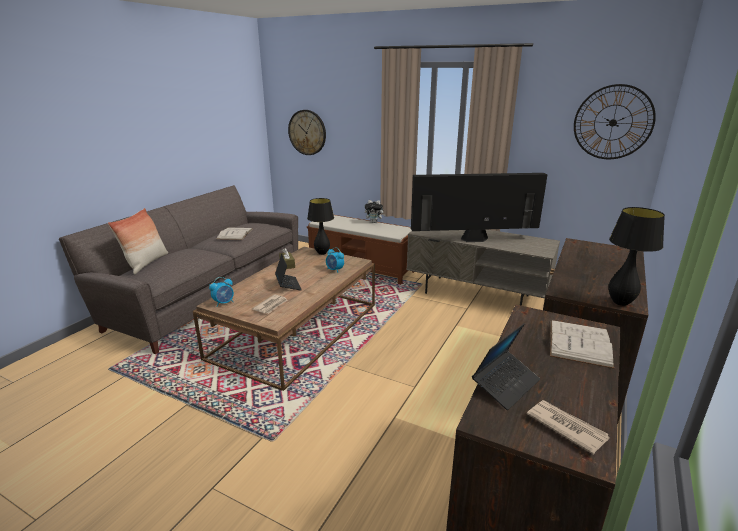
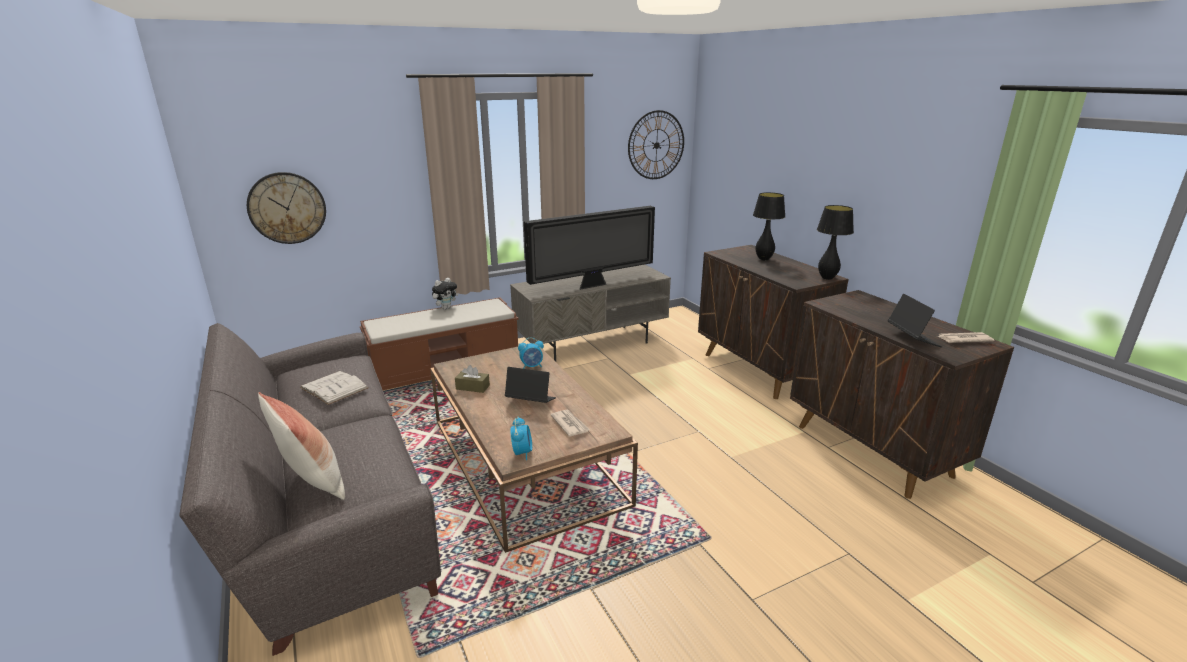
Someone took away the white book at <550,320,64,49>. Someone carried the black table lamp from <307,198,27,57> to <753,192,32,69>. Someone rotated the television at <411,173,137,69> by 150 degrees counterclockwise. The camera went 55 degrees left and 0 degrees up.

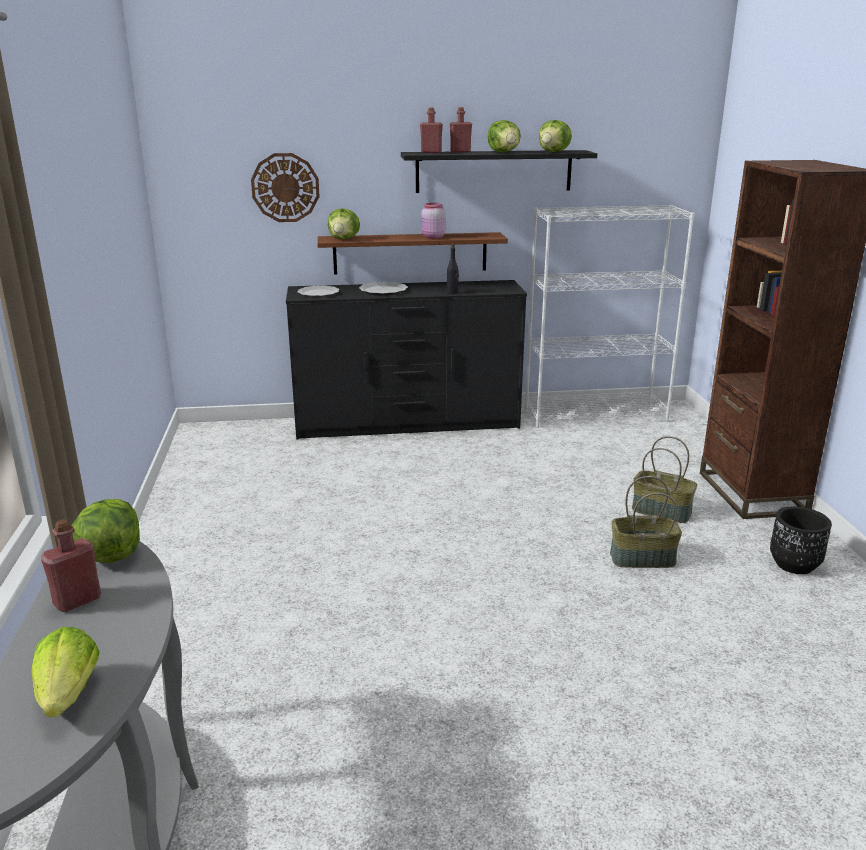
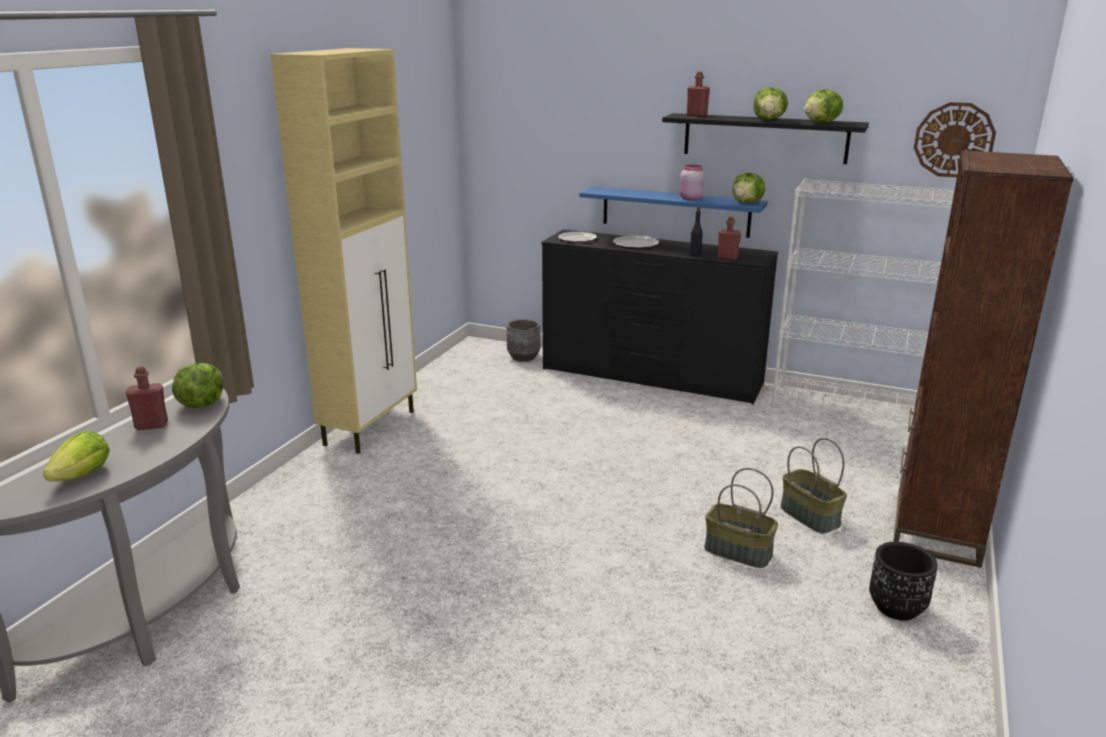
Someone put down the beige cabinet at <270,48,147,406>. Someone put down the grey planter at <507,319,33,43>. Someone carried the wall clock from <251,153,69,69> to <914,102,82,76>. Someone carried the lettuce from <328,208,32,31> to <733,173,32,30>. Someone carried the red bottle from <450,107,22,46> to <718,217,23,43>. Someone repainted the brown shelf at <317,232,191,43>, which became the blue shelf at <579,186,189,52>. The camera went 30 degrees right and 0 degrees up.

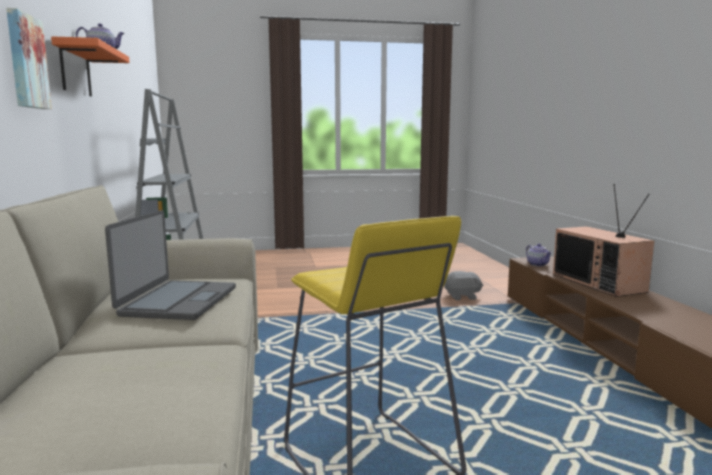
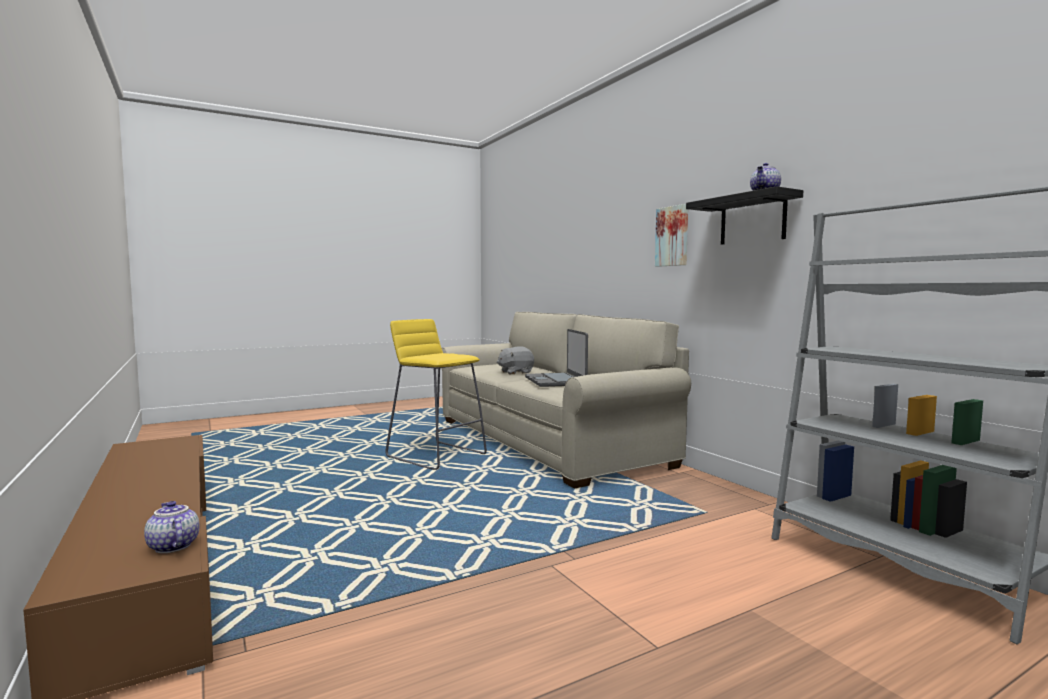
Someone took away the television at <553,184,101,113>. Someone carried the grey plush toy from <444,271,39,29> to <497,347,37,27>. Someone repainted the orange shelf at <51,37,79,59>, which became the black shelf at <686,186,117,59>. The camera went 160 degrees right and 5 degrees down.

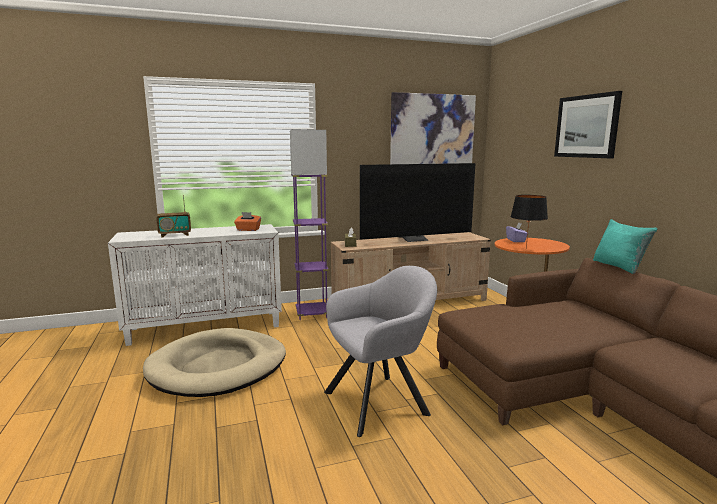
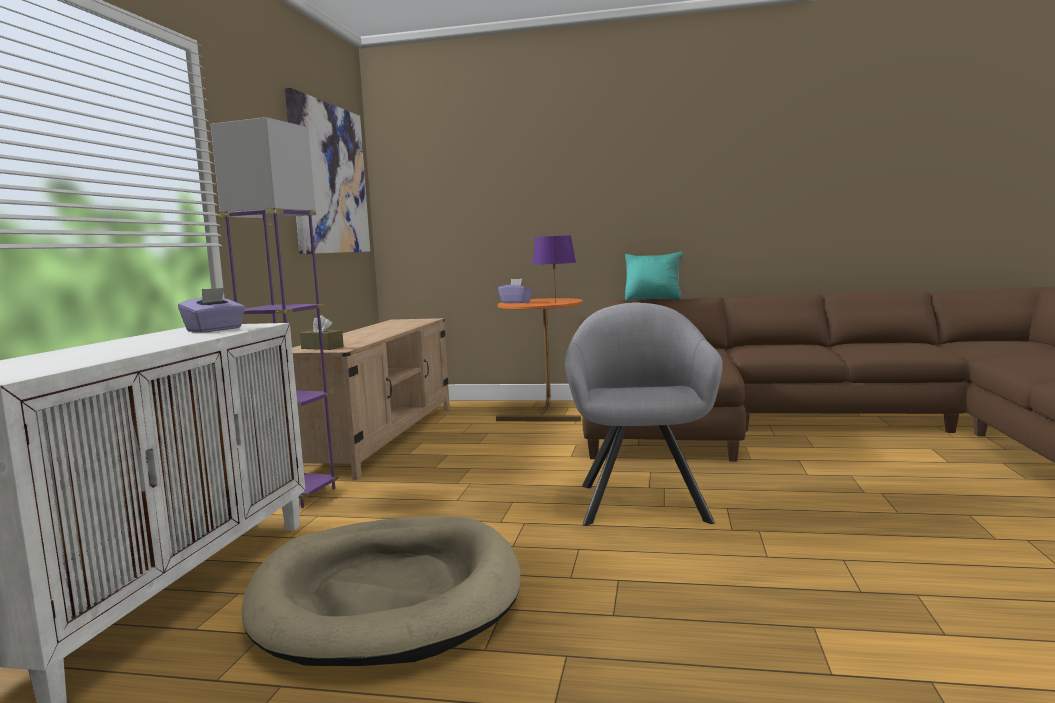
Someone took away the radio at <156,195,35,43>. Someone took away the television at <360,163,115,79>. Someone took away the picture at <554,91,68,67>. Someone repainted the orange tissue box at <234,212,27,19>, which became the purple tissue box at <178,287,67,45>. Someone repainted the black table lamp at <511,195,37,54>, which became the purple table lamp at <532,235,44,68>. The camera went 60 degrees left and 5 degrees down.

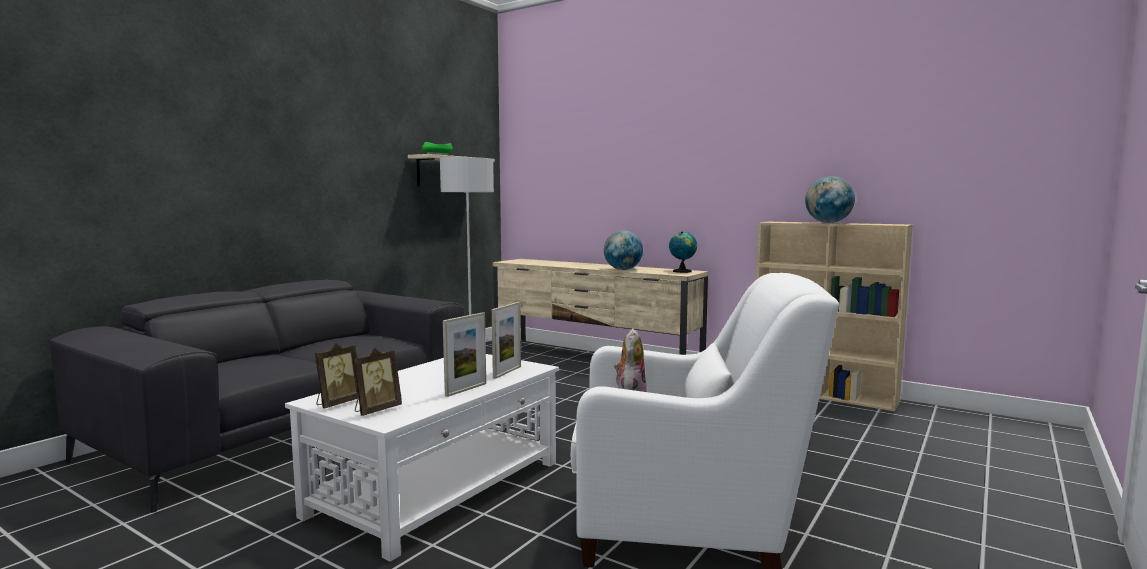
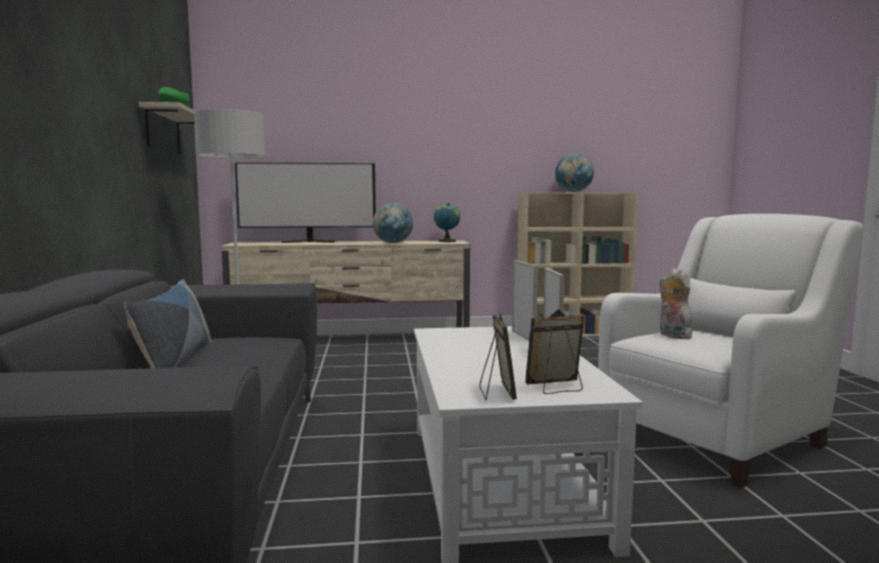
Someone put down the pillow at <124,279,88,89>. Someone put down the television at <235,162,141,81>. Someone rotated the picture frame at <353,348,49,68> by 105 degrees counterclockwise. The camera went 40 degrees left and 0 degrees up.

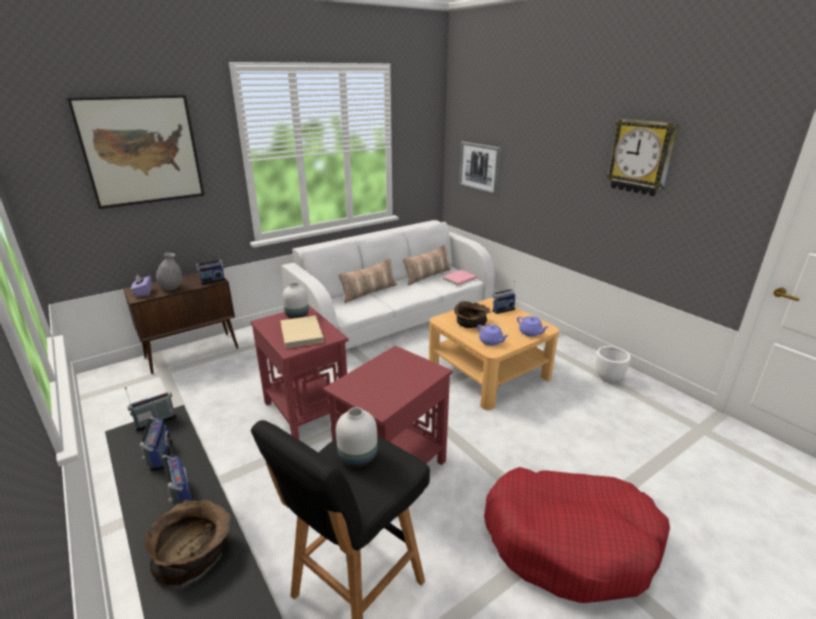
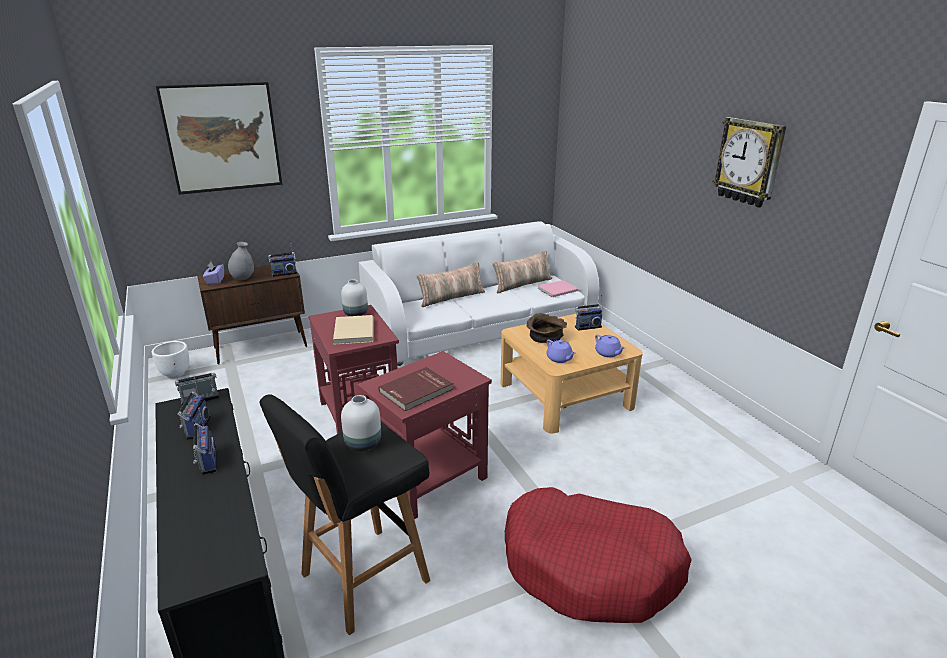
Someone took away the brown bowl at <144,499,87,86>. Someone took away the picture at <459,141,42,54>. Someone put down the red book at <378,367,75,44>. Someone carried the white planter from <595,346,36,37> to <152,341,37,37>. The camera went 10 degrees right and 0 degrees up.

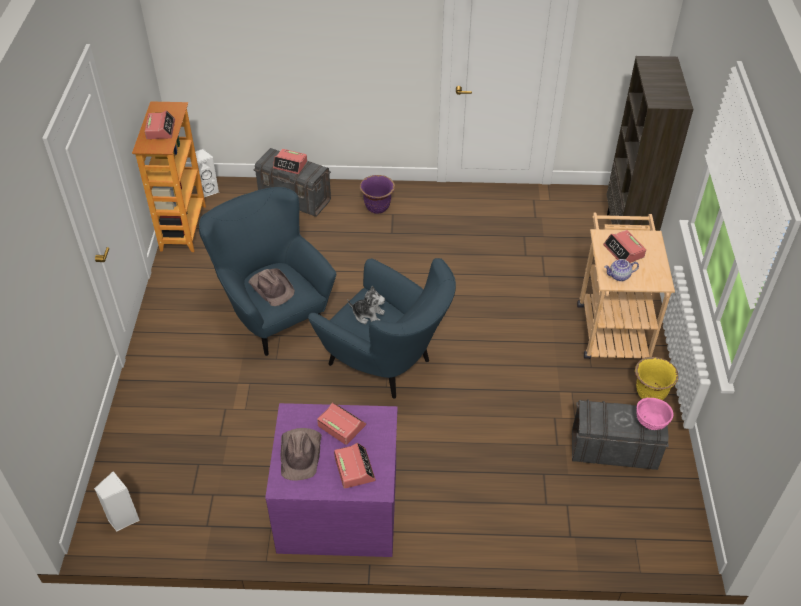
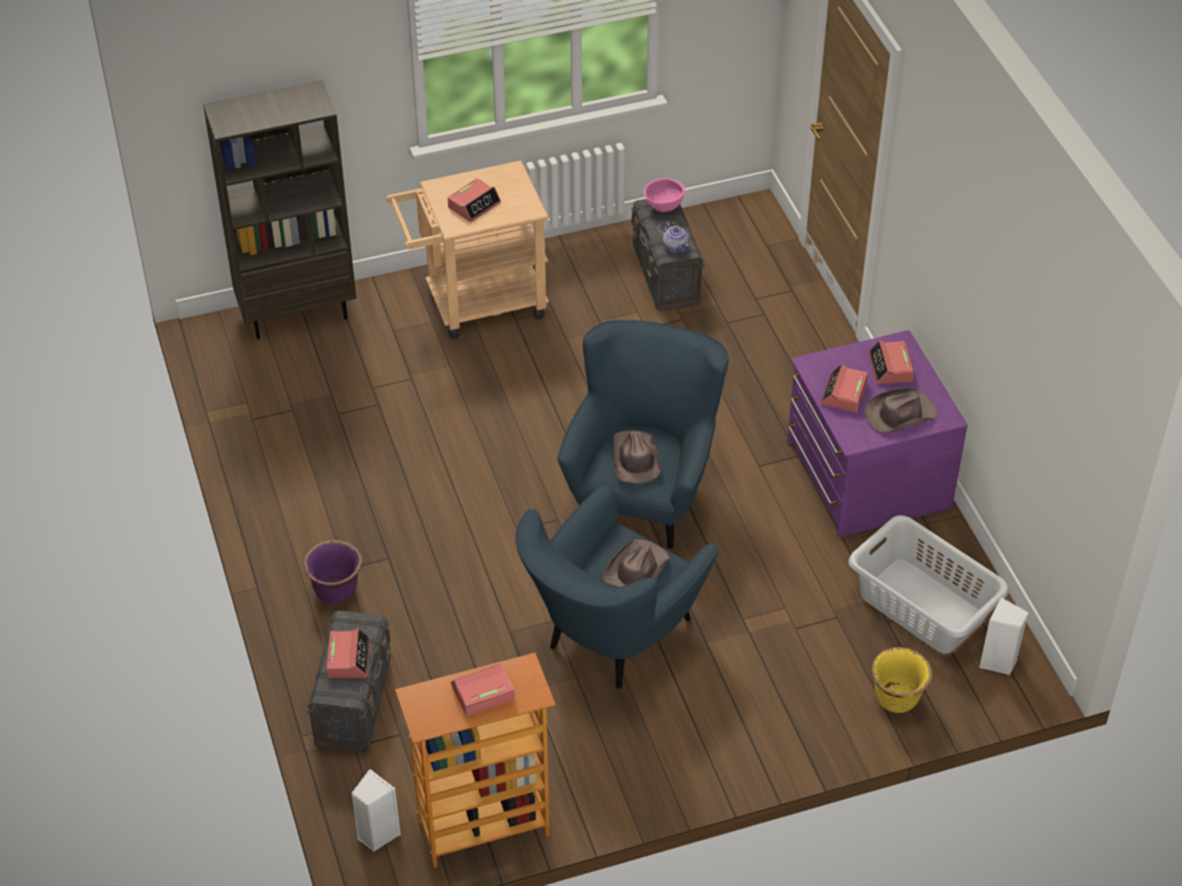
Someone put down the grey laundry basket at <848,515,161,139>. Someone carried the teapot from <605,259,34,22> to <663,222,26,31>. Someone carried the yellow planter from <635,357,43,43> to <872,647,60,66>. Someone swapped the plush toy at <347,286,38,38> for the brown hat at <613,430,48,53>. Someone rotated the alarm clock at <334,443,42,46> by 60 degrees counterclockwise. The camera went 110 degrees left and 0 degrees up.

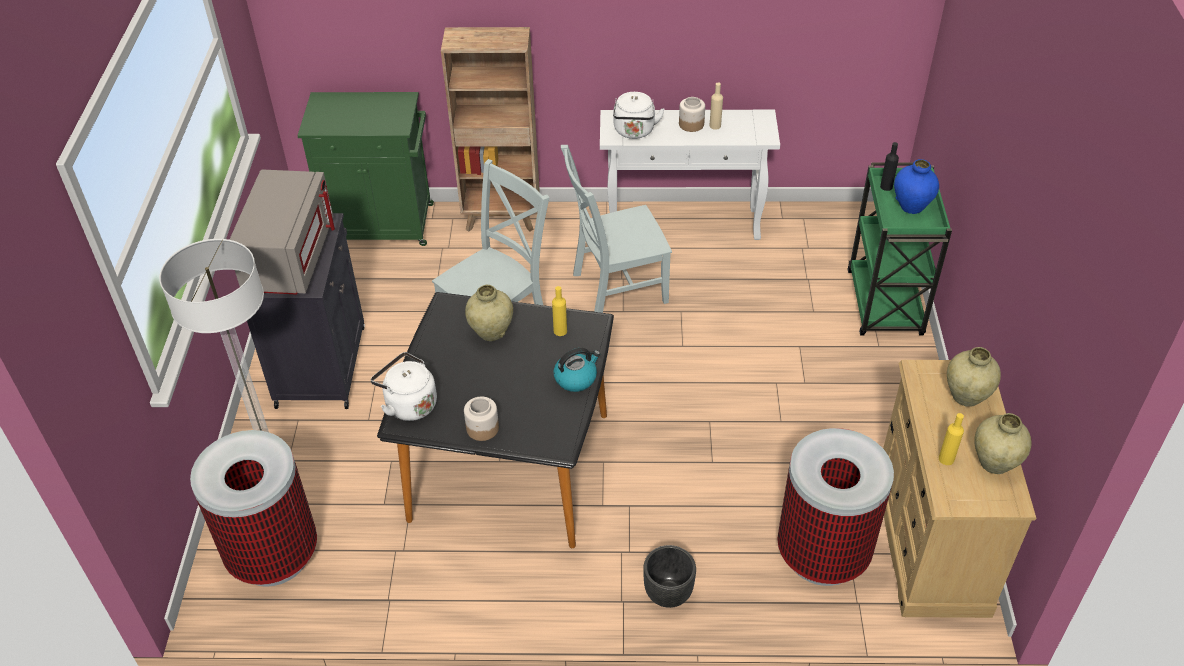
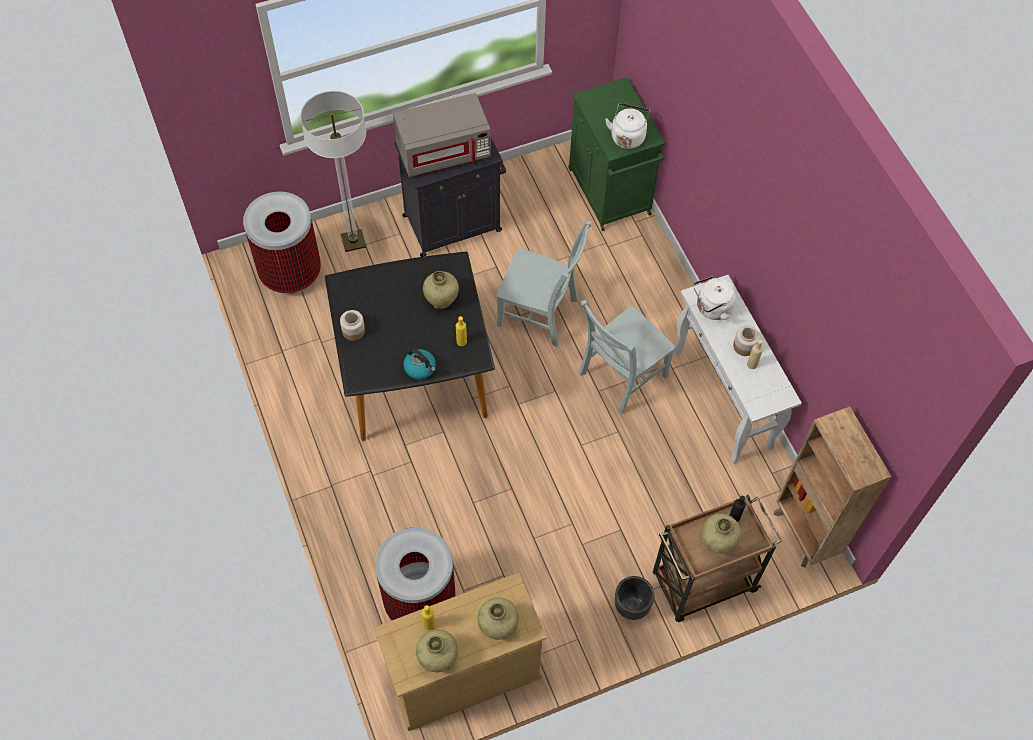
Someone carried the white kettle from <371,352,66,69> to <605,103,46,46>. Someone carried the brown bookcase from <441,27,99,205> to <774,406,117,162>. Someone carried the black planter from <643,545,53,63> to <615,576,39,44>. Someone repainted the green cart at <847,162,105,174>, which became the brown cart at <653,495,129,127>. Someone repainted the blue vase at <894,159,45,55>, which became the beige vase at <701,514,40,40>. Someone rotated the grey chair at <561,145,111,168> by 90 degrees counterclockwise. The camera went 65 degrees right and 15 degrees up.

